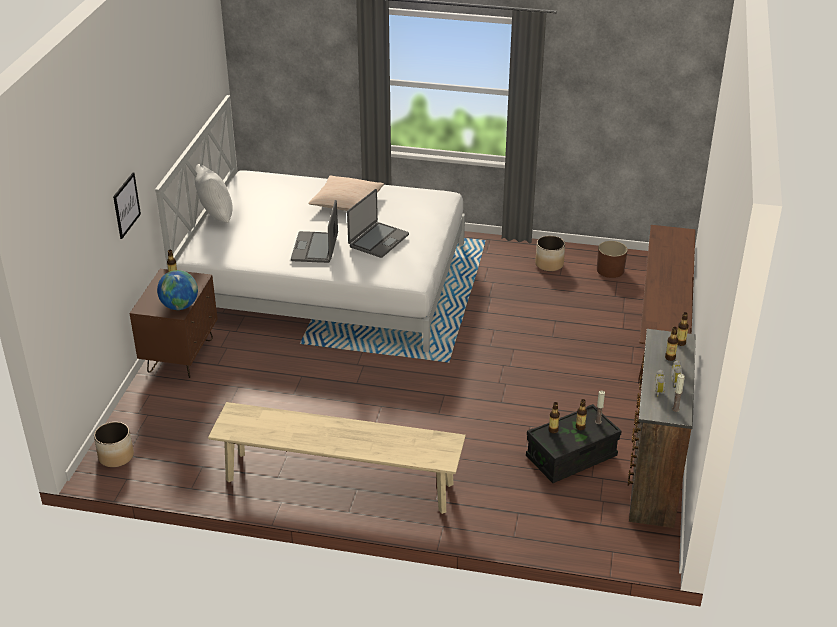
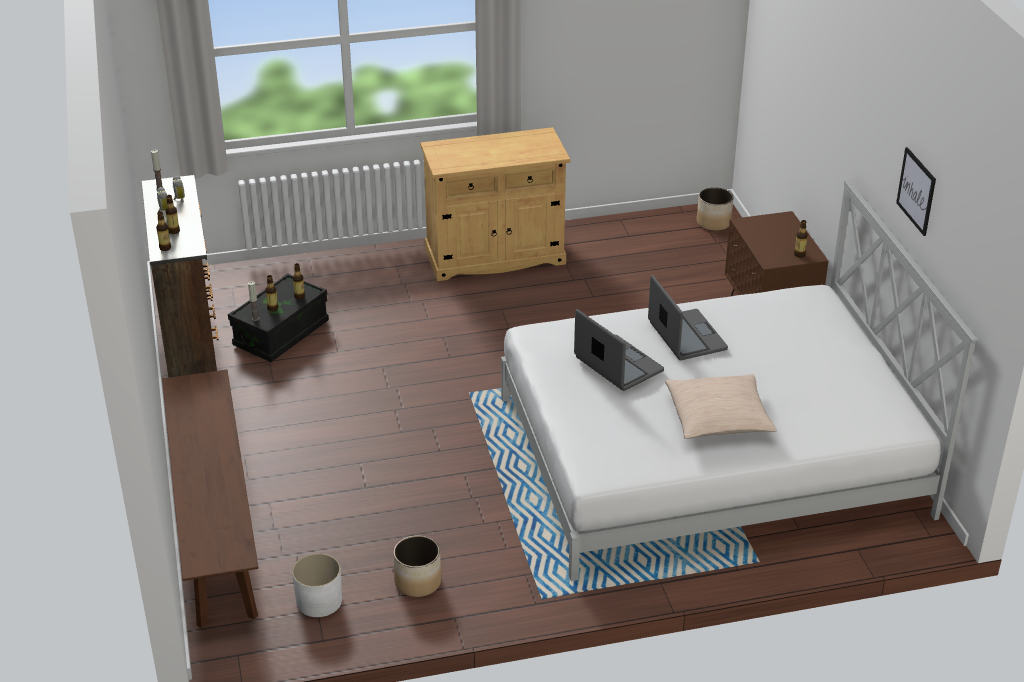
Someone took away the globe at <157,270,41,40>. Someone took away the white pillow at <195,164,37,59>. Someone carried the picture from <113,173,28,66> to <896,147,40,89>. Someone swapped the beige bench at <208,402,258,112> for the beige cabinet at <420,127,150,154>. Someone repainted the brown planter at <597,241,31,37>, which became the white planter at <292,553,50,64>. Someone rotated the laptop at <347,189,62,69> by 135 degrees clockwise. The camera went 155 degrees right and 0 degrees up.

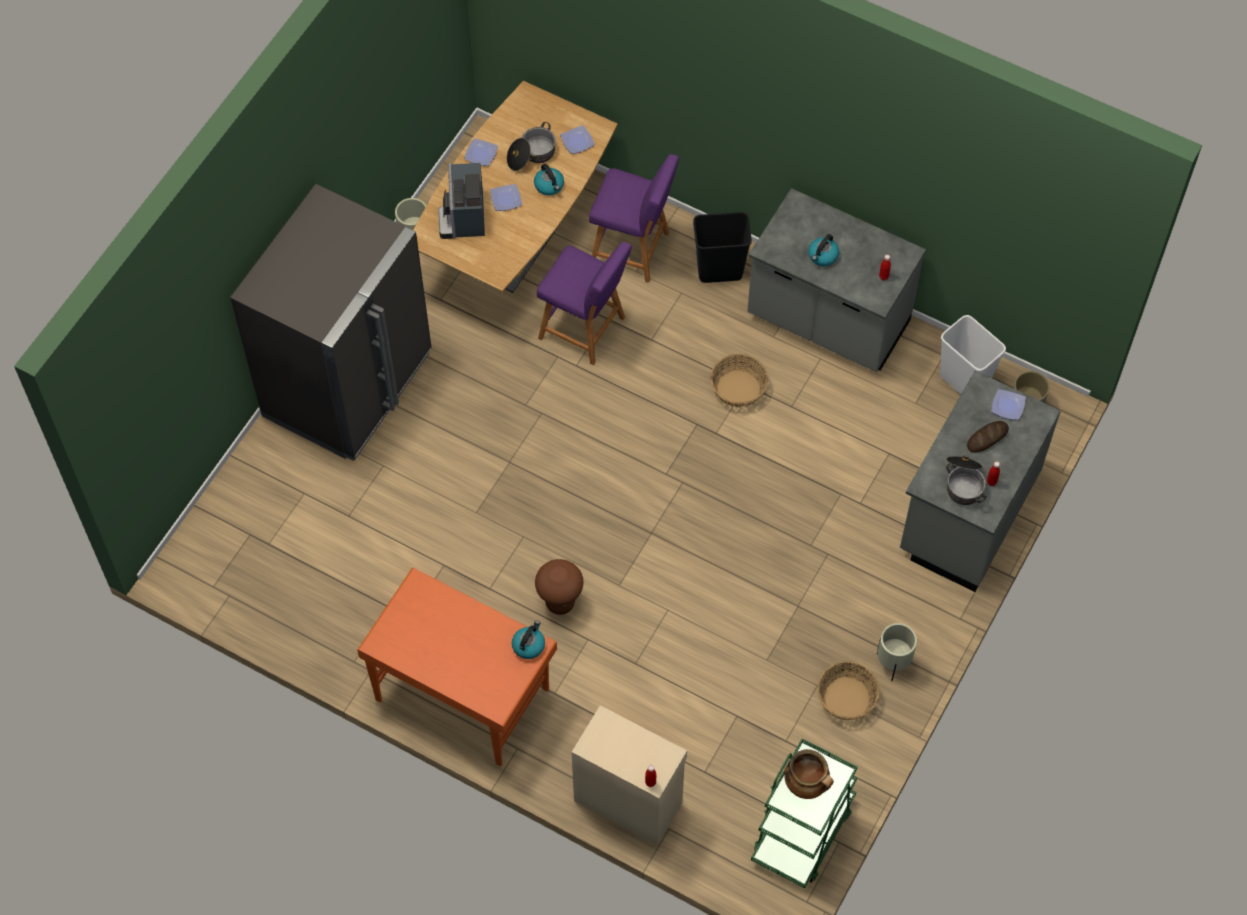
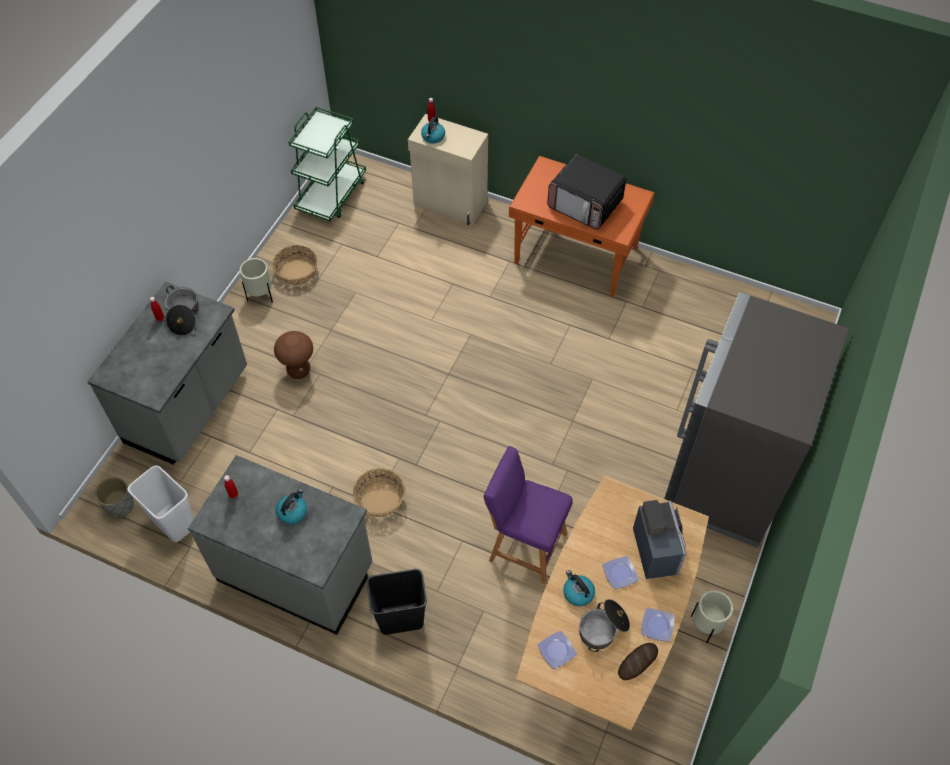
Someone took away the purple stool at <589,154,90,129>. Someone took away the cooking pot at <785,749,49,50>. Someone took away the plate at <991,389,35,31>. Someone put down the microwave at <547,154,79,76>. Someone carried the kettle from <512,621,33,38> to <421,117,24,26>. Someone carried the brown stool from <535,559,48,56> to <274,331,39,48>. Someone carried the bread from <967,421,42,31> to <618,643,40,37>. The camera went 175 degrees right and 5 degrees down.

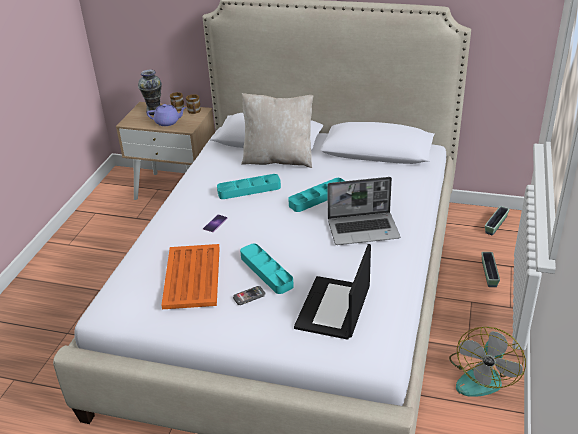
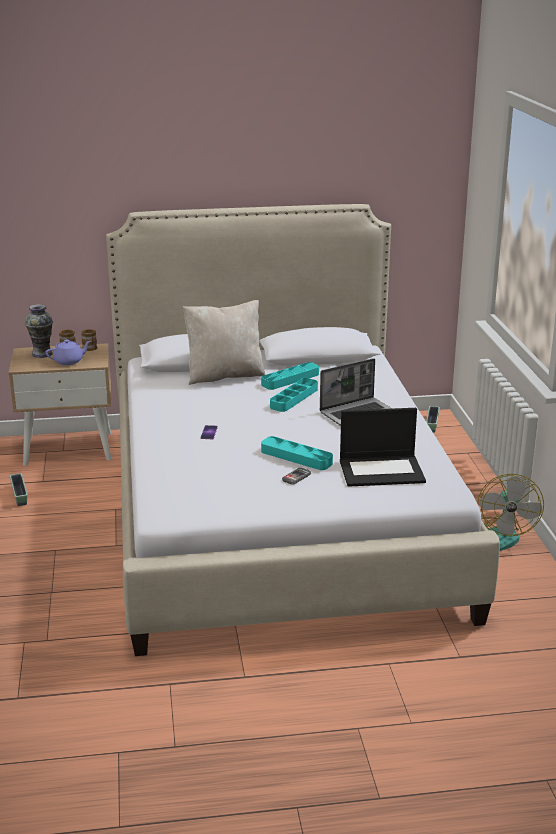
Someone took away the orange tray at <161,244,59,65>. Someone carried the turquoise tray from <217,174,64,25> to <261,362,58,28>. Someone carried the planter from <482,252,18,35> to <10,473,18,33>. Someone rotated the laptop at <294,244,77,96> by 90 degrees counterclockwise. The camera went 25 degrees left and 10 degrees down.

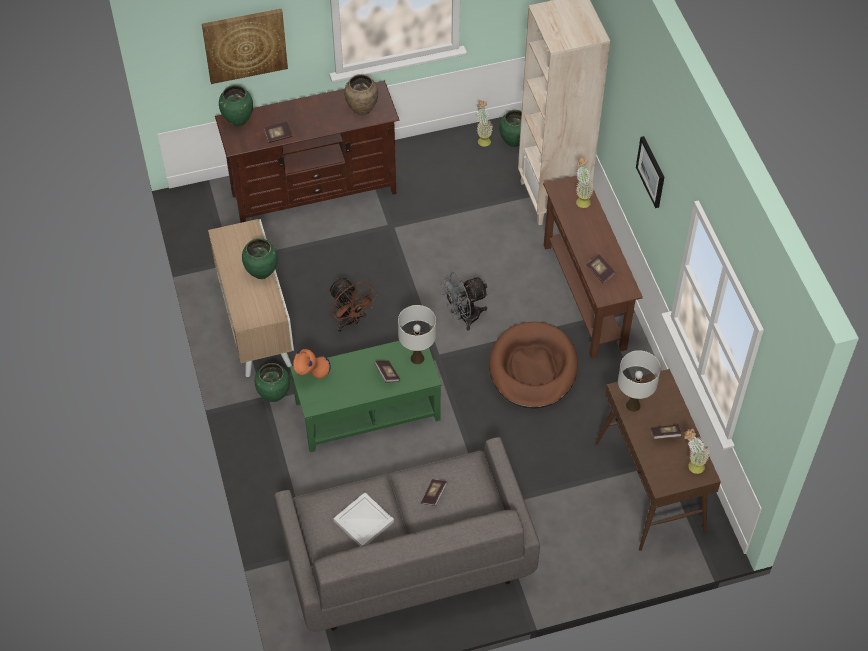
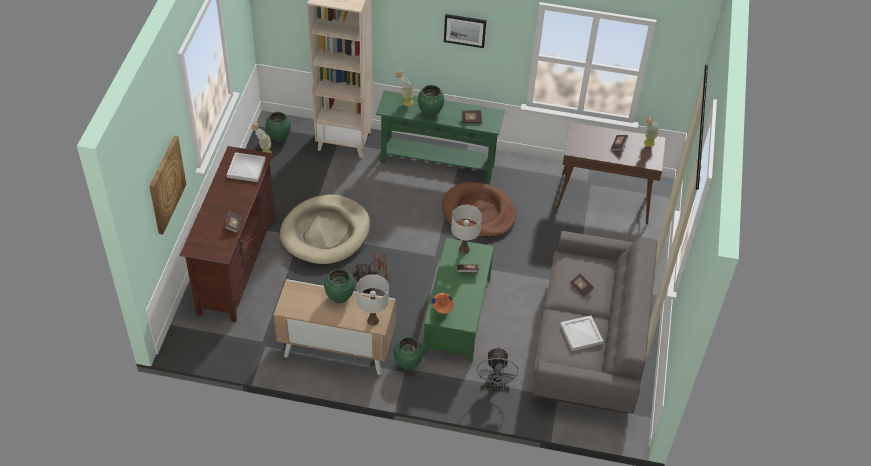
Someone put down the beige dog bed at <280,194,90,71>. Someone carried the green vase from <219,85,34,41> to <418,85,26,32>. Someone carried the grey fan from <440,272,48,59> to <476,346,43,45>. Someone carried the white table lamp from <618,350,43,62> to <357,274,32,52>. Someone swapped the brown vase at <344,74,34,41> for the white tray at <227,152,39,30>. Someone repainted the brown console table at <543,175,100,184>, which became the green console table at <376,90,129,91>. The camera went 65 degrees left and 5 degrees down.

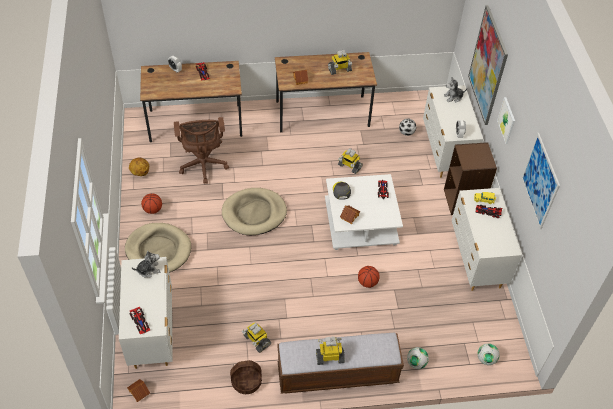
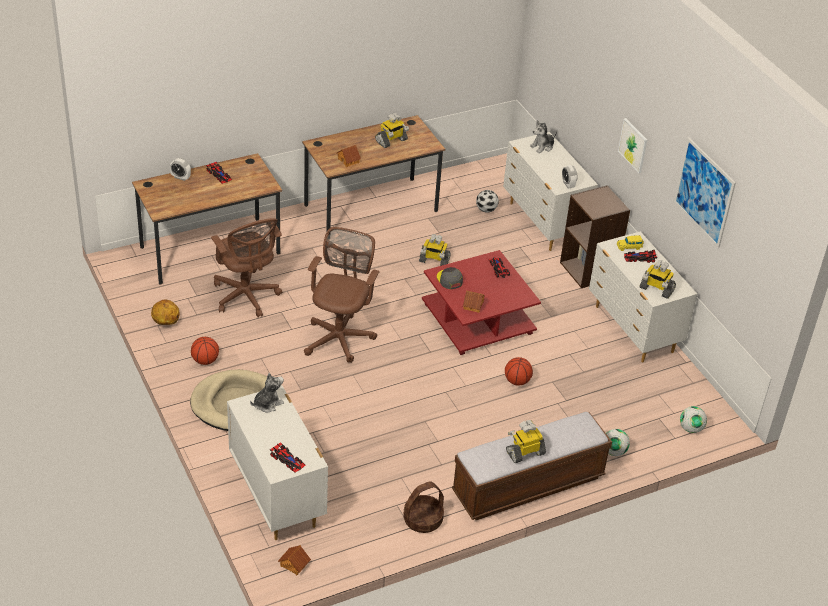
Someone took away the picture at <468,5,40,120>. Someone carried the toy robot from <242,323,29,30> to <639,260,37,39>. Someone swapped the beige dog bed at <222,188,65,47> for the brown office chair at <304,227,76,136>. Someone repainted the white coffee table at <325,174,78,76>, which became the red coffee table at <422,250,119,105>. The camera went 20 degrees left and 10 degrees down.

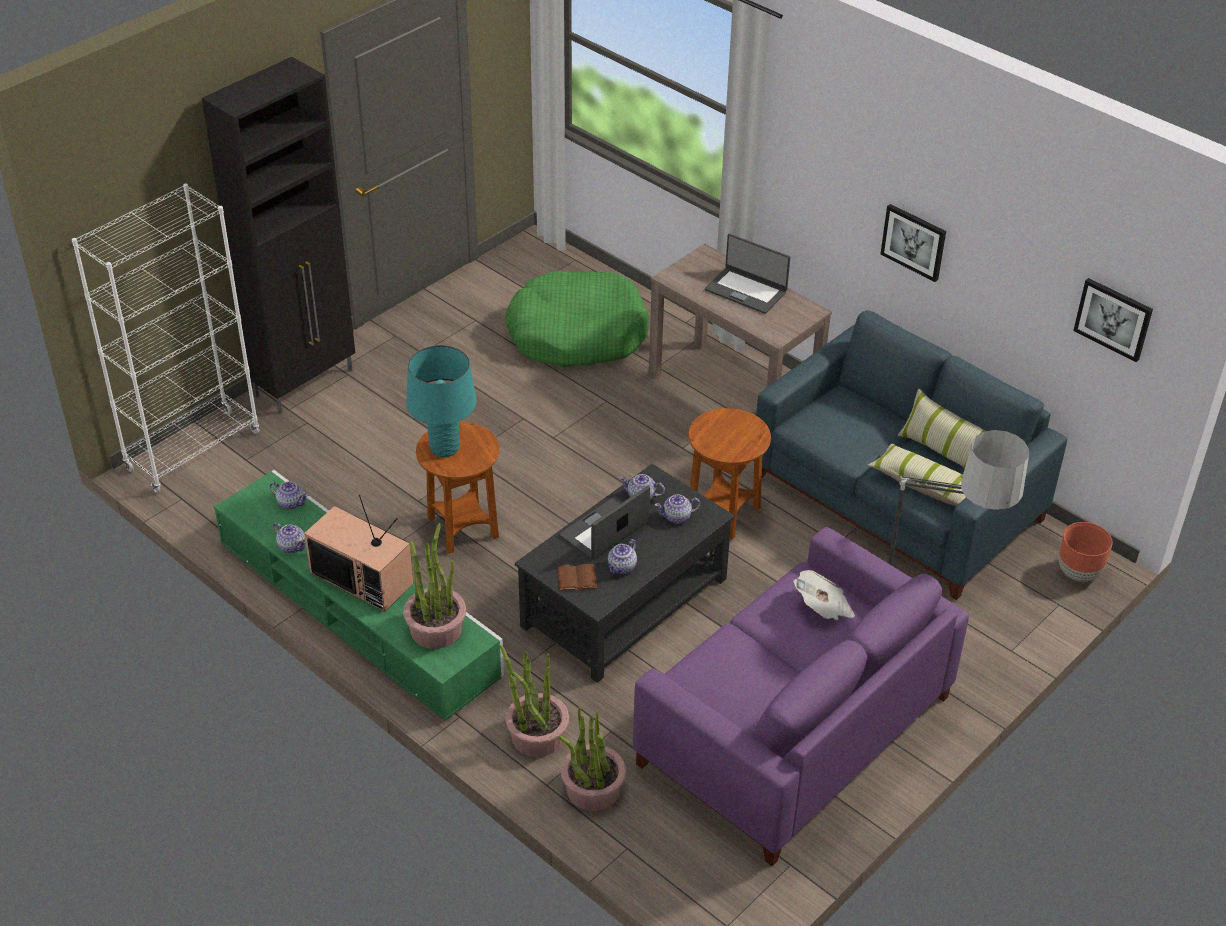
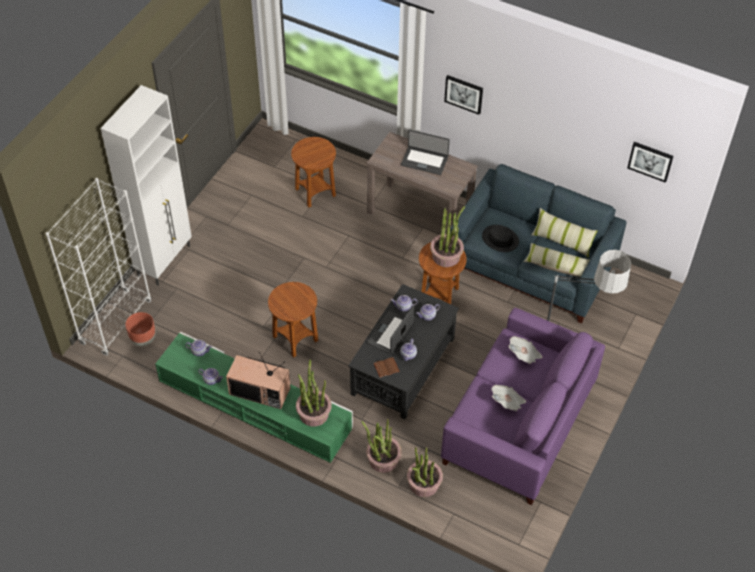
Someone took away the turquoise table lamp at <406,345,71,112>. Someone put down the potted plant at <430,206,35,61>. Someone put down the black hat at <482,225,37,27>. Someone put down the newspaper at <491,385,35,26>. Someone carried the picture from <880,204,66,78> to <444,75,39,40>. Someone carried the brown planter from <1058,522,54,59> to <125,312,31,34>. Someone swapped the green dog bed at <505,271,144,96> for the brown side table at <291,137,45,70>. Someone repainted the black cabinet at <202,57,153,357>, which became the white cabinet at <100,85,92,200>. The camera went 15 degrees left and 10 degrees up.

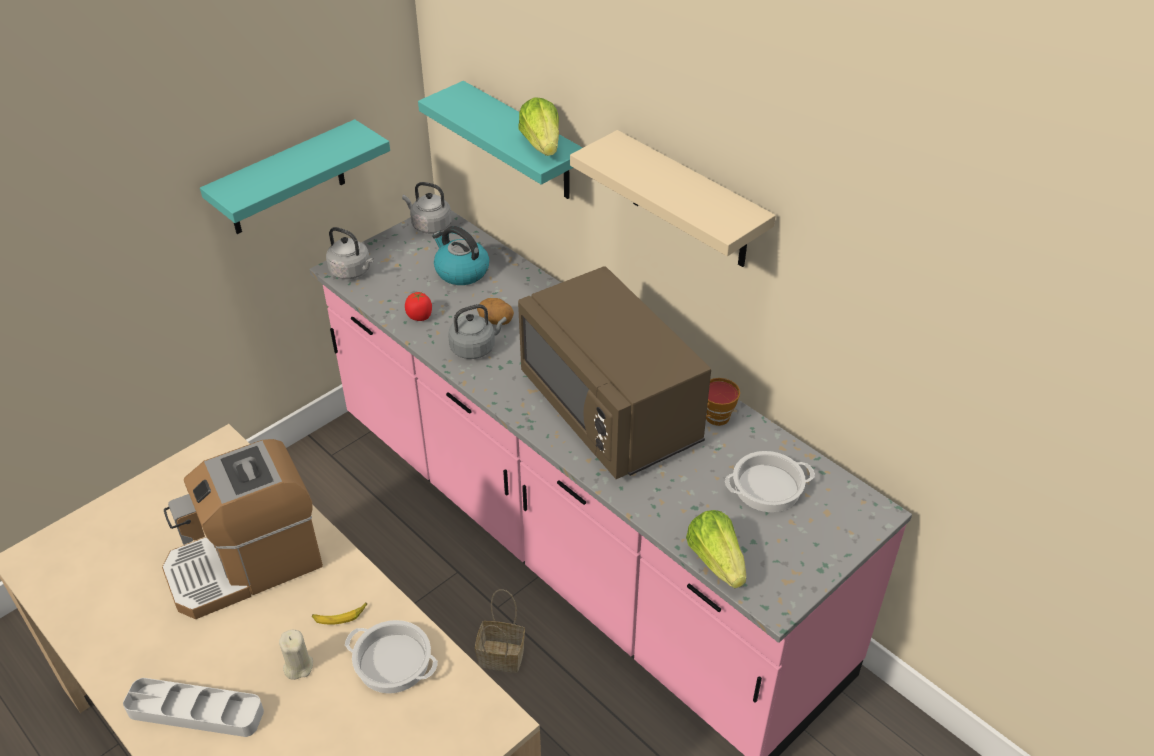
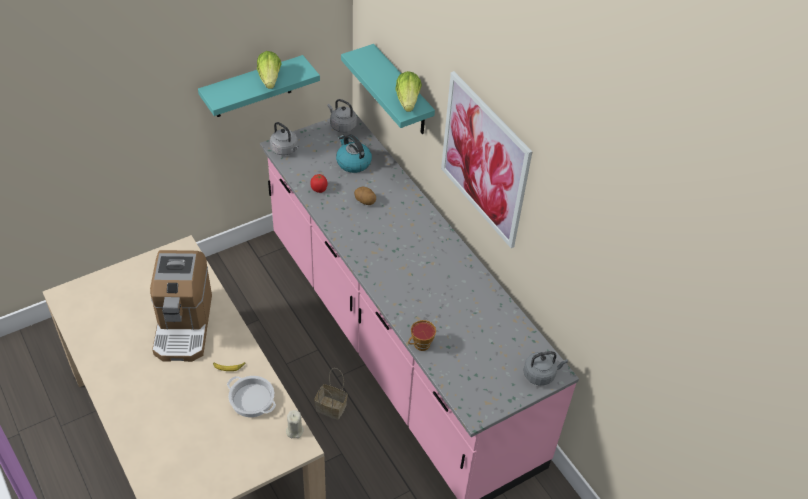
Someone took away the grey tray at <123,678,141,59>. Someone took away the brown microwave at <518,266,193,213>. Someone took away the cooking pot at <725,451,90,61>. Someone carried the beige candle from <279,630,34,50> to <286,410,18,28>. Someone carried the grey kettle from <448,304,59,55> to <523,351,45,35>. Someone carried the lettuce from <686,510,60,78> to <257,51,25,38>. Someone carried the cup from <706,378,34,48> to <408,320,28,31>. Someone swapped the beige shelf at <570,130,206,137> for the picture at <441,71,92,177>. Someone rotated the coffee machine at <162,439,161,180> by 75 degrees counterclockwise. The camera went 10 degrees right and 5 degrees up.

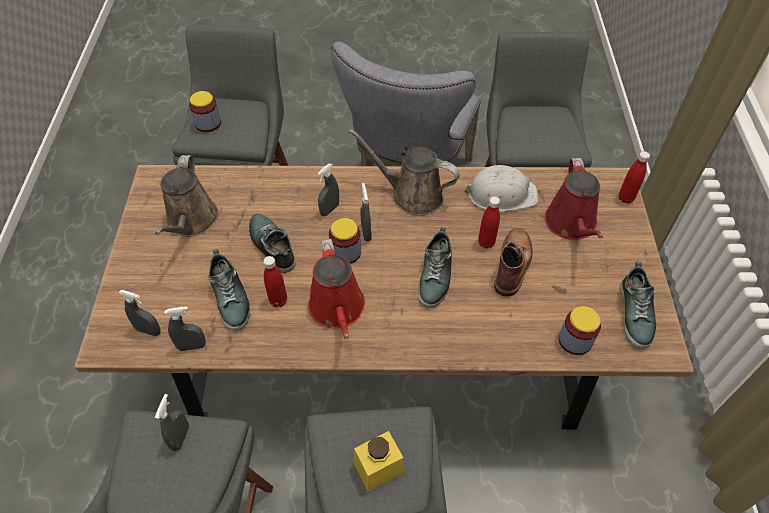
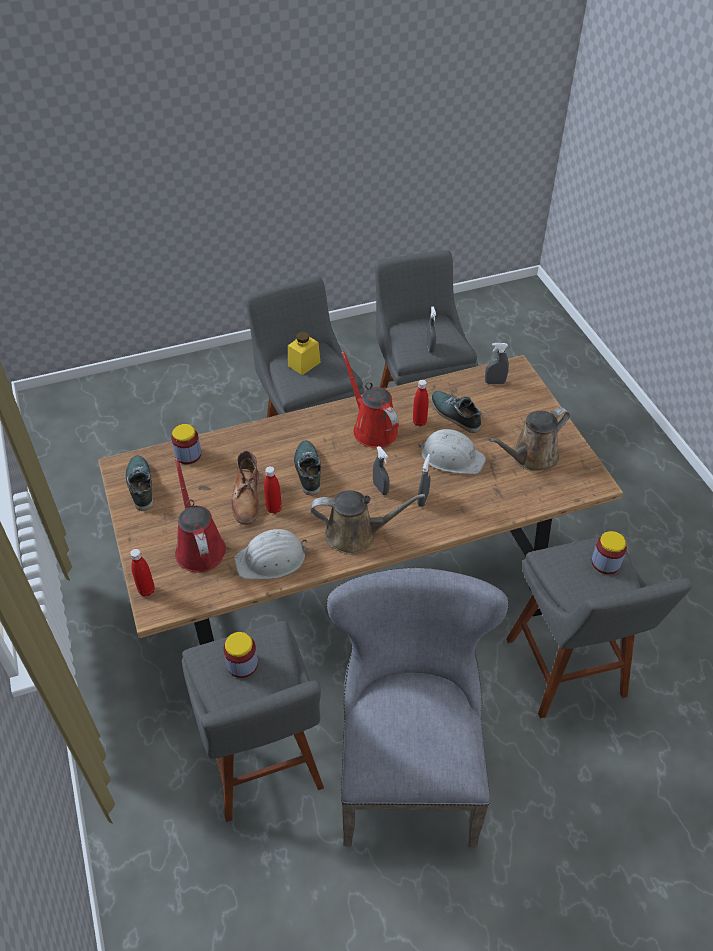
Someone took away the grey spray bottle at <165,307,41,44>. Someone carried the jar from <329,218,32,46> to <223,632,35,46>. Someone swapped the shoe at <249,214,47,59> for the white hard hat at <418,429,68,46>. Someone rotated the brown watering can at <155,155,63,82> by 105 degrees counterclockwise. The camera went 160 degrees right and 5 degrees down.

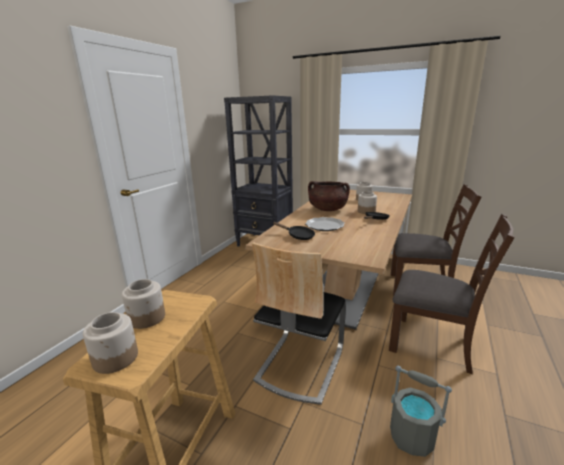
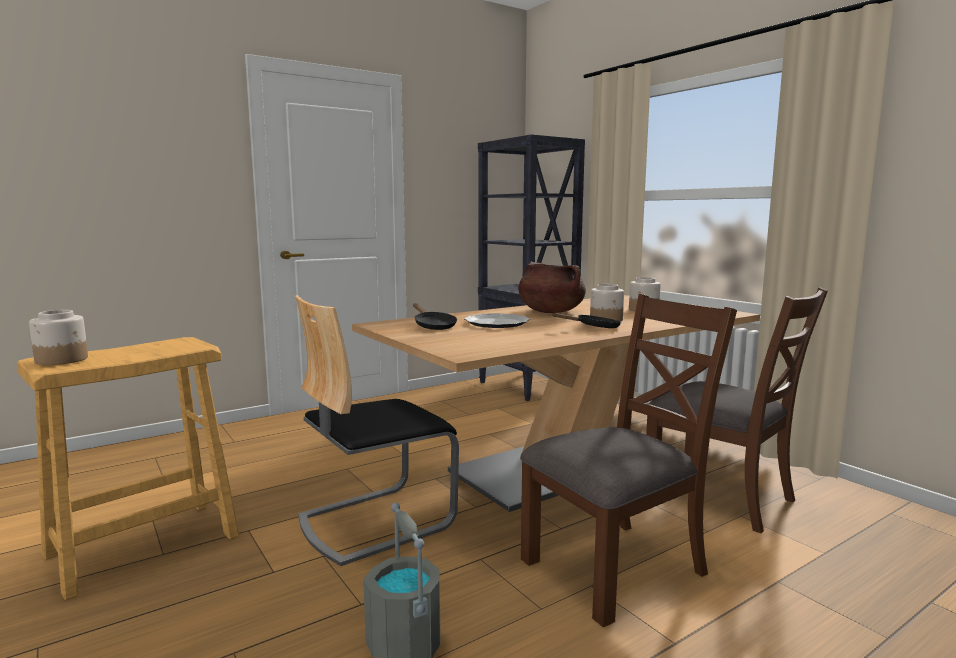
Someone took away the jar at <122,279,43,50>. Someone rotated the brown chair at <389,214,126,160> by 90 degrees counterclockwise. The camera went 30 degrees right and 10 degrees down.

